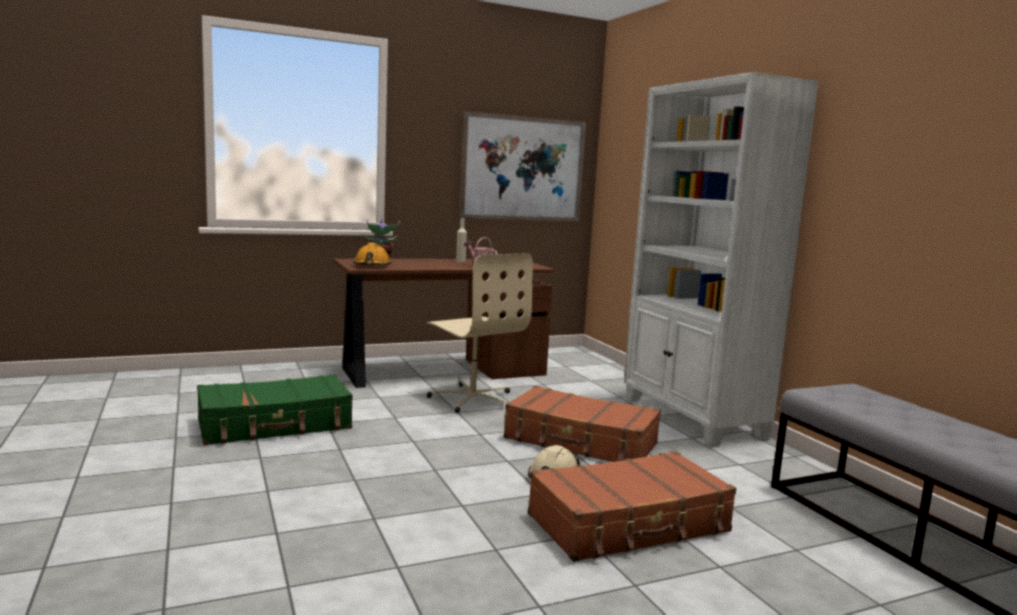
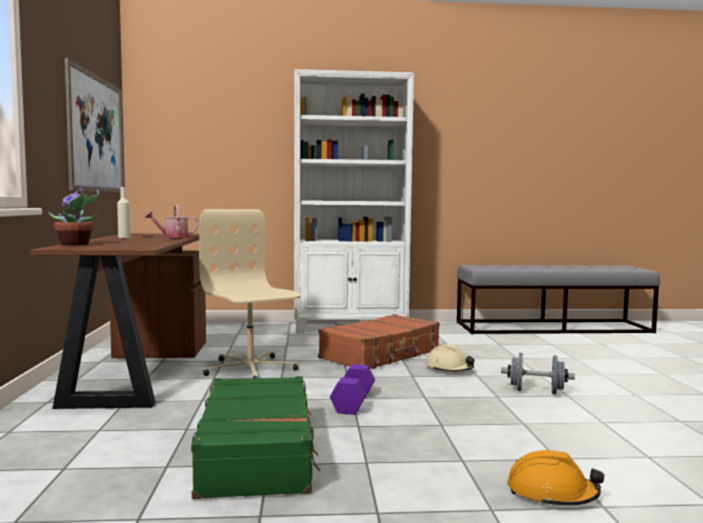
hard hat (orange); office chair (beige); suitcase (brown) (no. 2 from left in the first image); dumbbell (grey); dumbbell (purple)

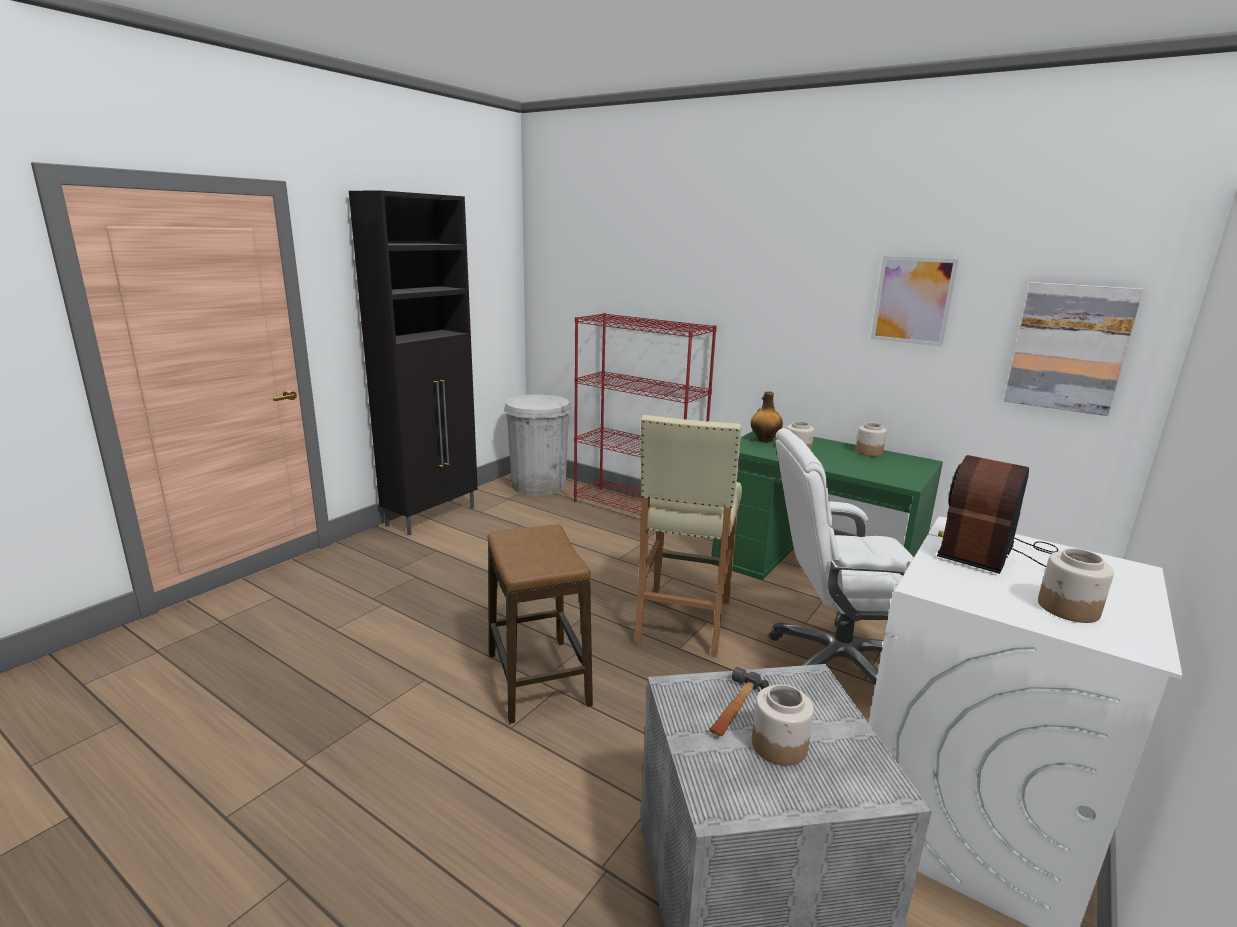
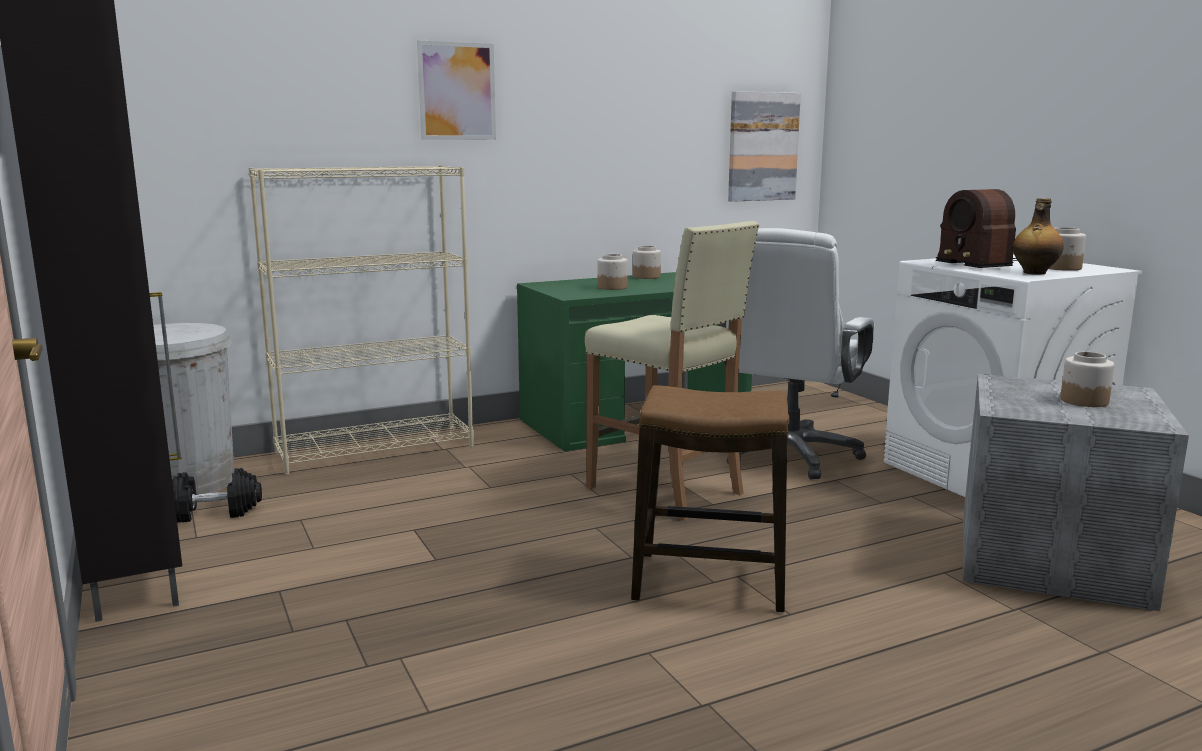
picture (no. 1 from left); bookcase (beige); bottle; hammer; dumbbell (black)

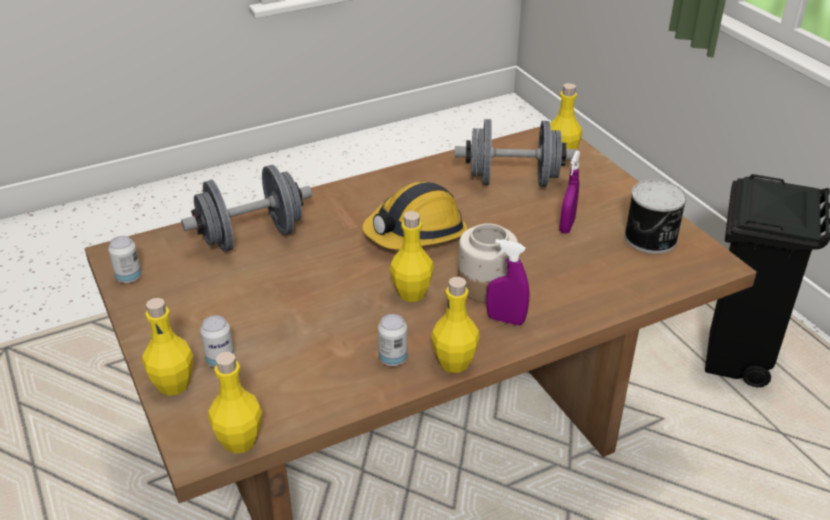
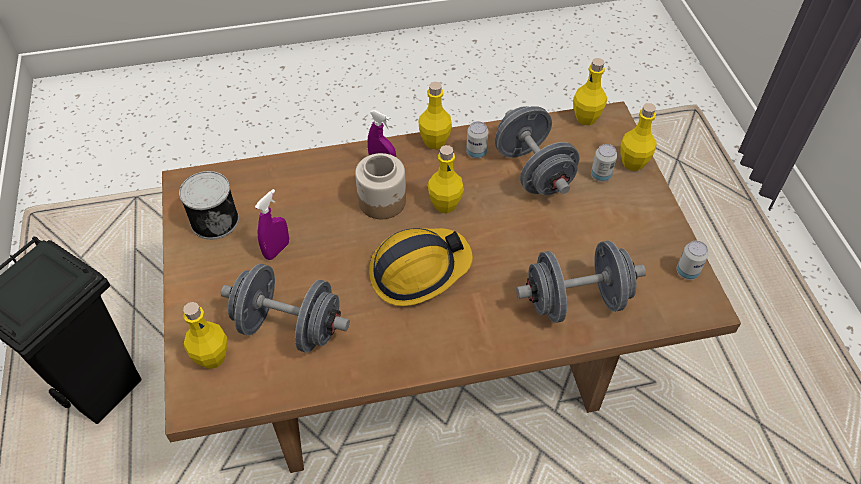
dumbbell (grey) (no. 2 from left)

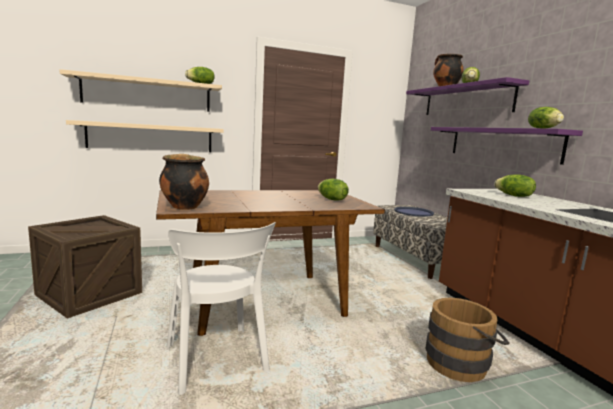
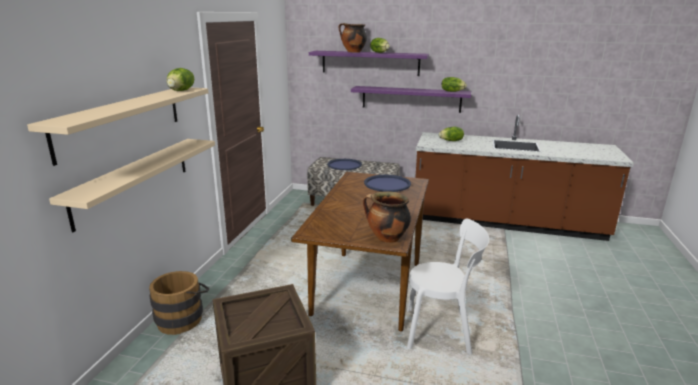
tray (blue) (no. 2 from left); bucket (brown)

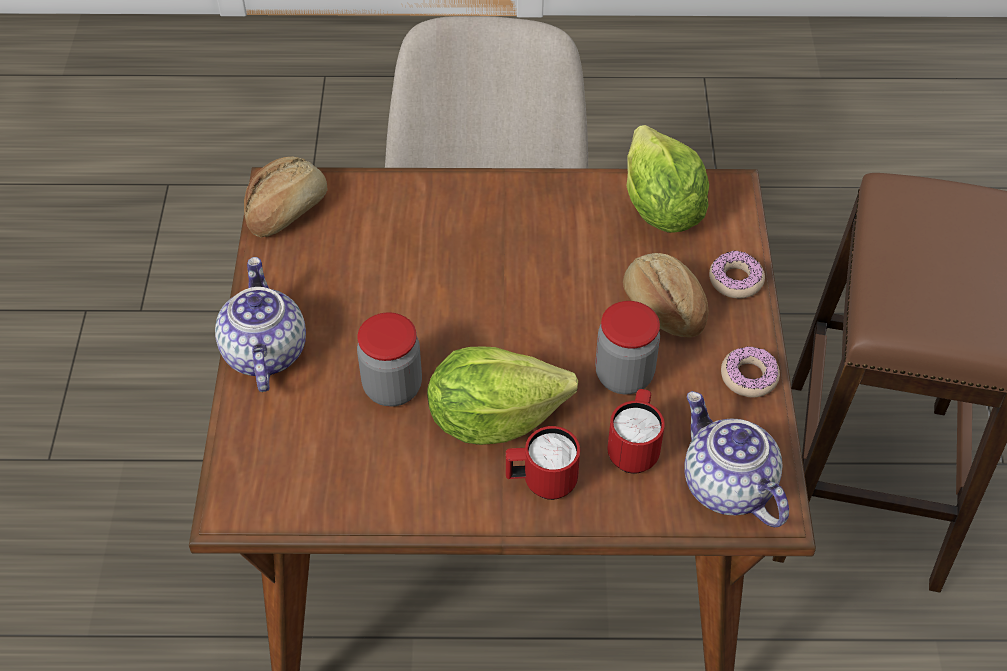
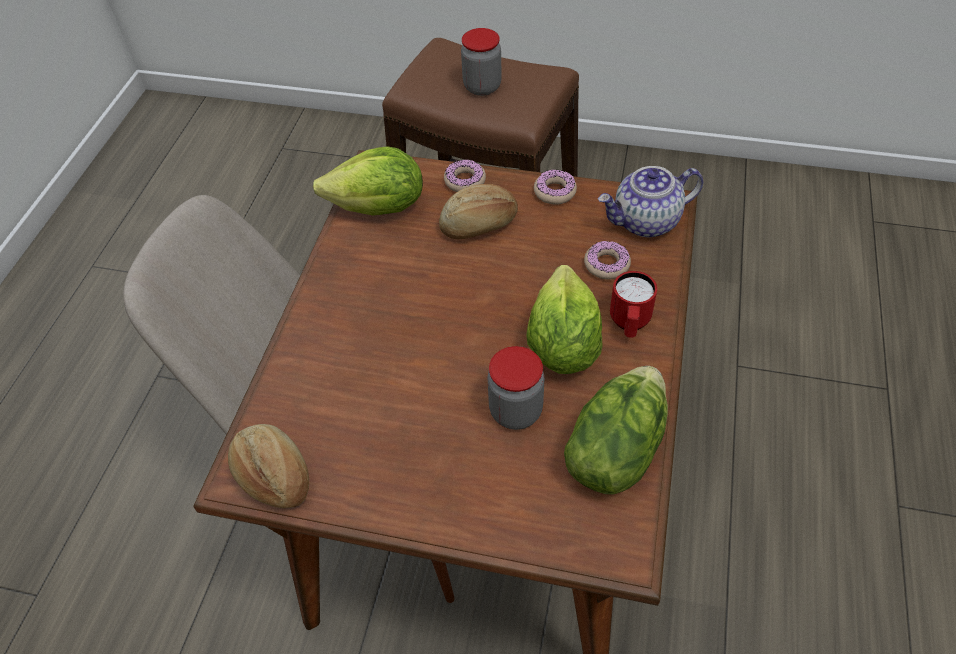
teapot (no. 1 from left in the first image); jar (no. 1 from left); donut (no. 3 from left); lettuce (no. 3 from left)

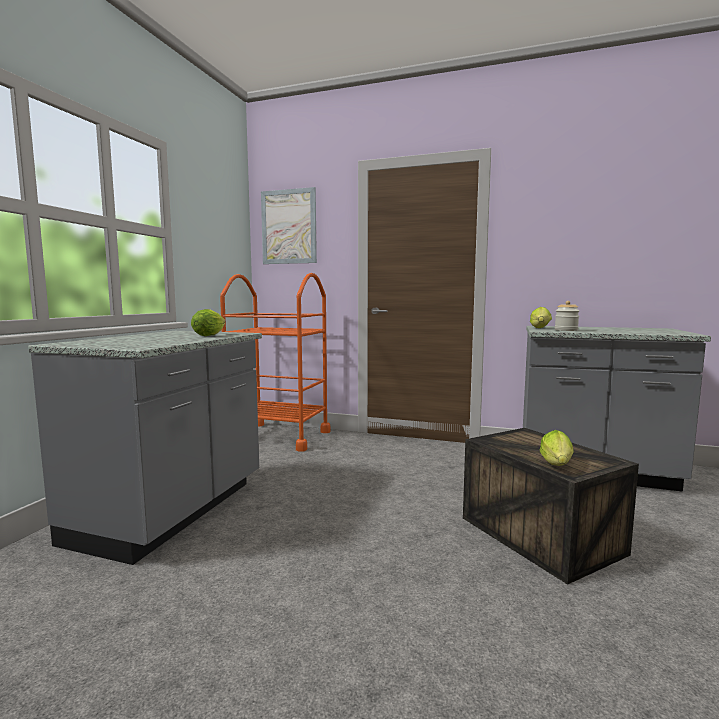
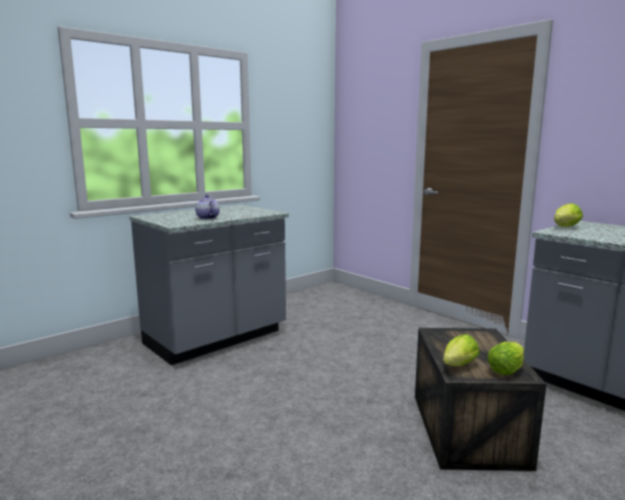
picture; cart (orange); jar; lettuce (no. 2 from left); teapot

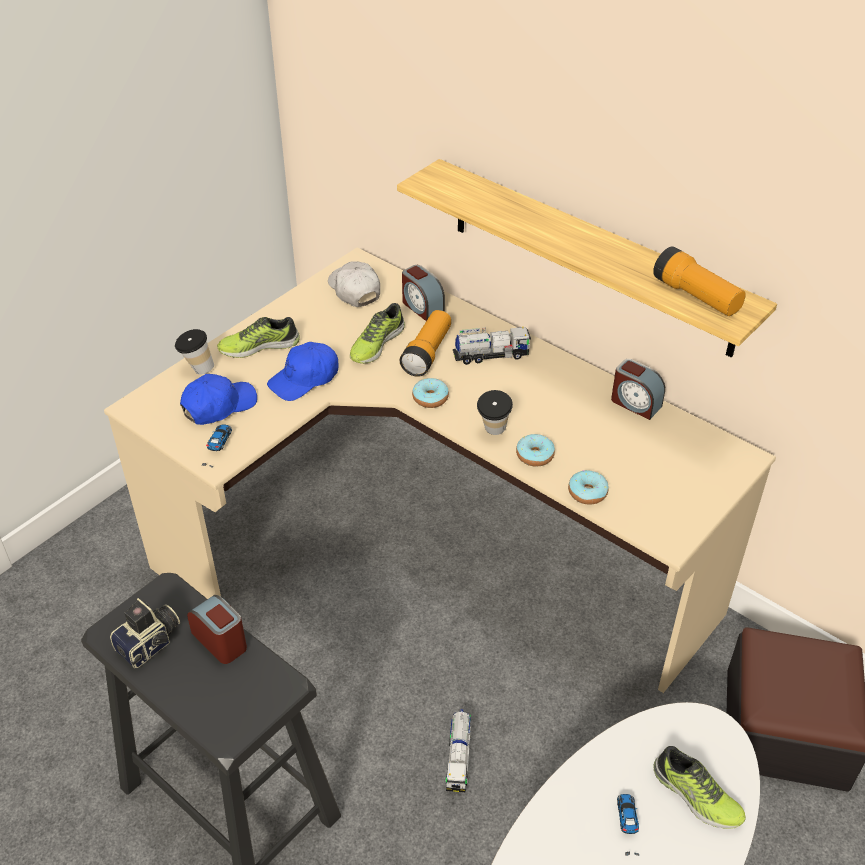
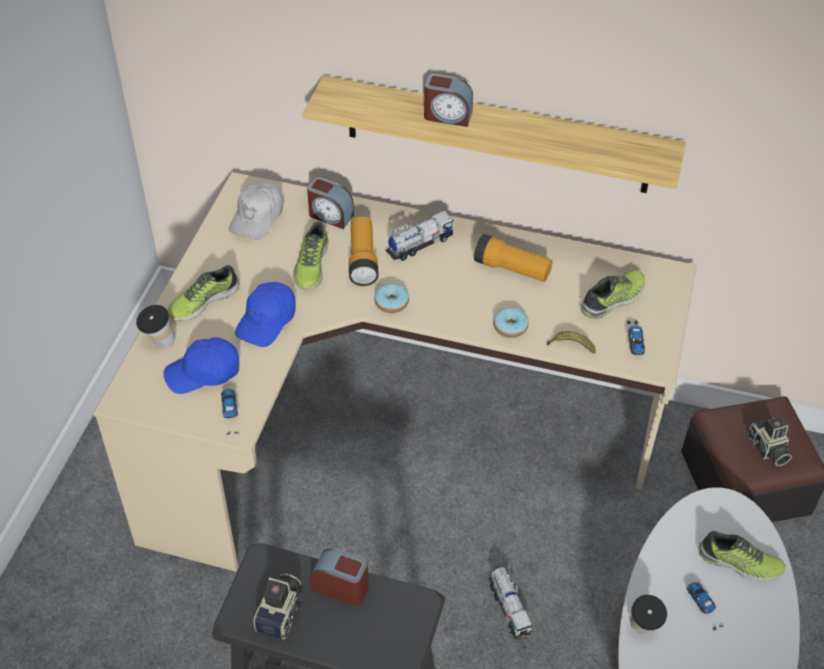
flashlight (no. 2 from left); cap (white); alarm clock (no. 3 from left); cap (blue) (no. 1 from left); cup (no. 2 from left); banana; shoe (no. 3 from left); toy car (no. 2 from left); photo camera (no. 2 from left)

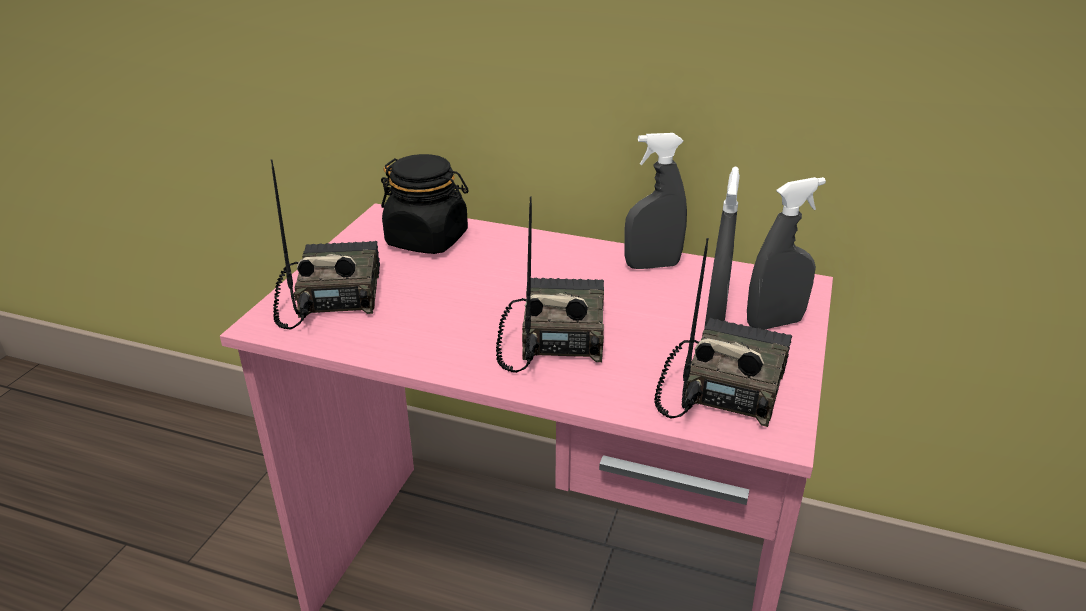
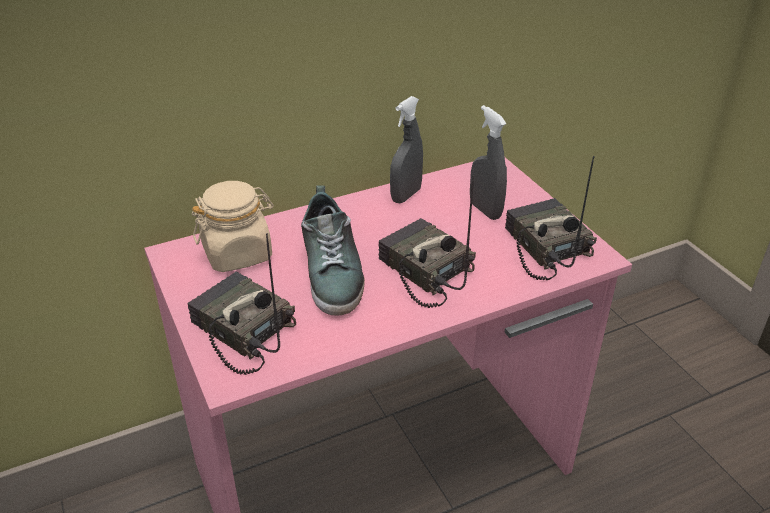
jar (beige); spray bottle (grey) (no. 3 from left in the first image); shoe

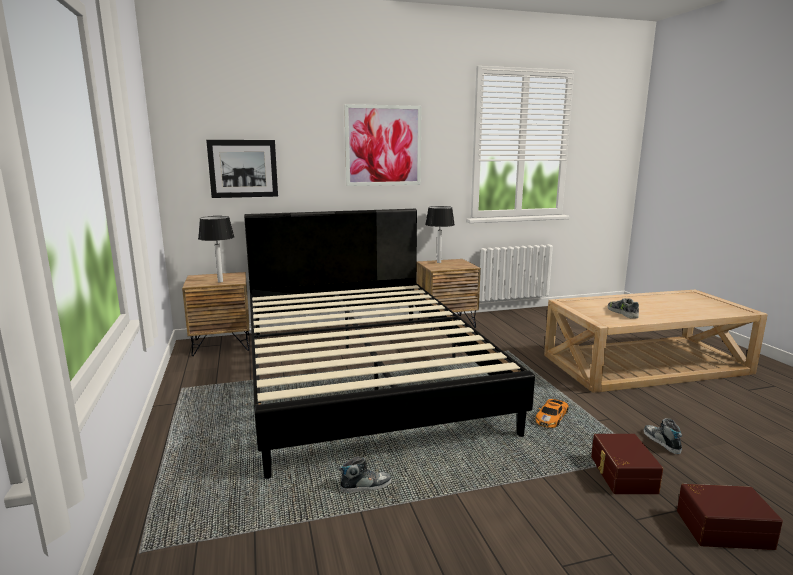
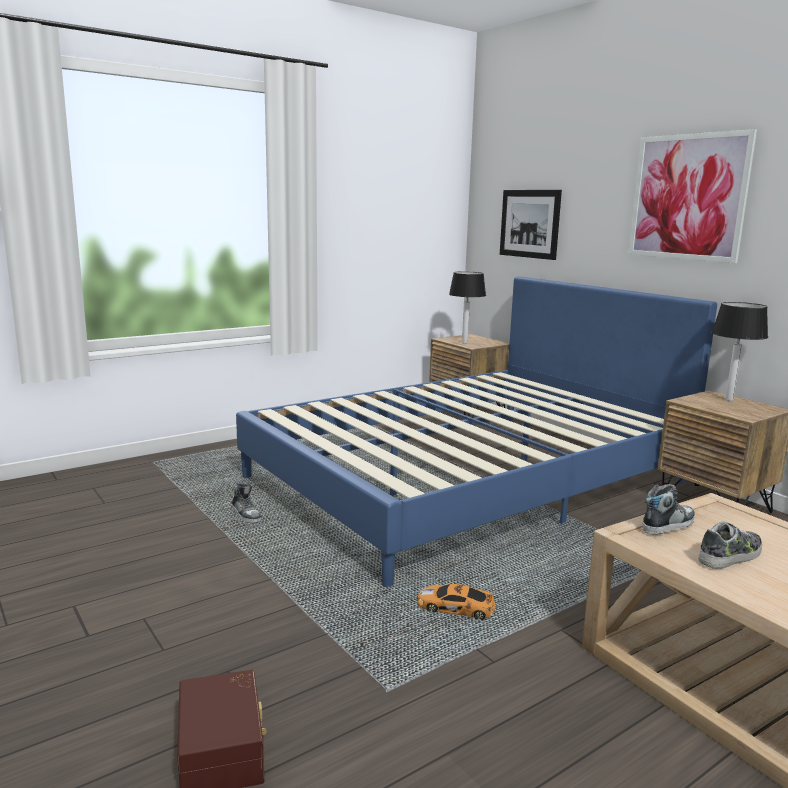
bed (blue); shoe (no. 2 from left); storage box (brown) (no. 1 from left in the first image)

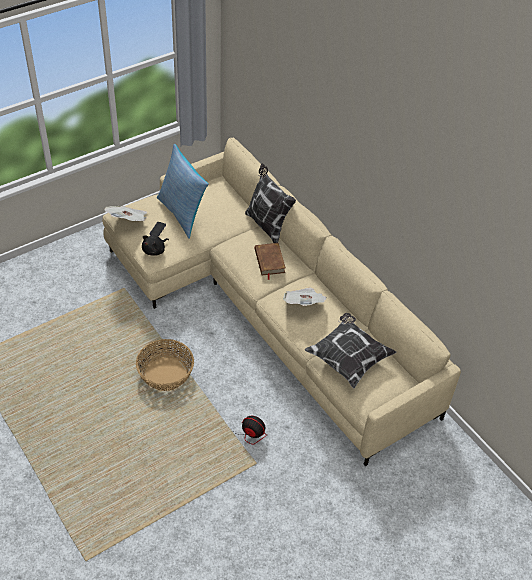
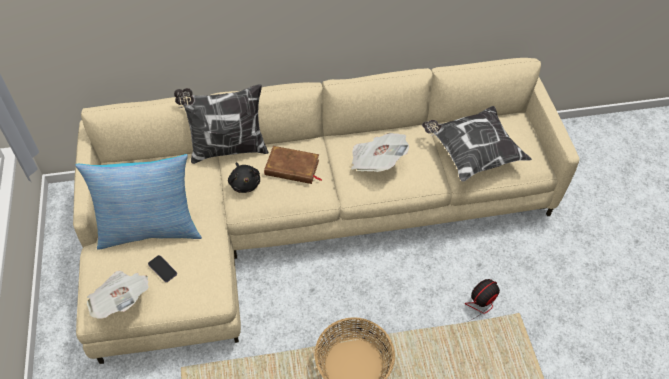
plush toy (black)

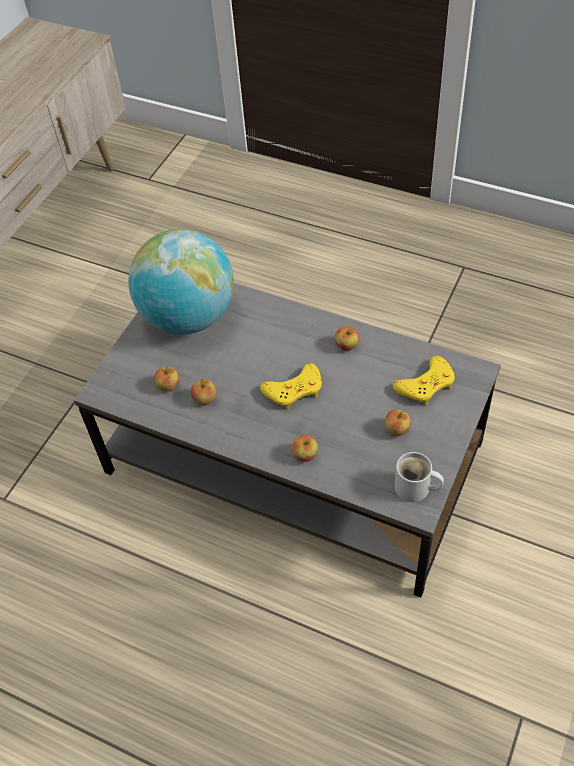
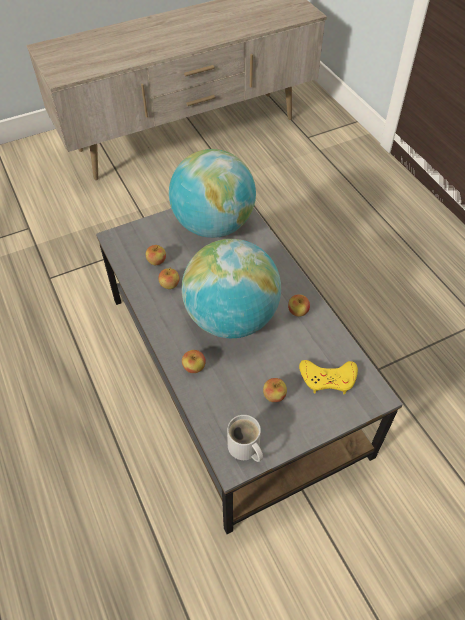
globe (no. 2 from left)

